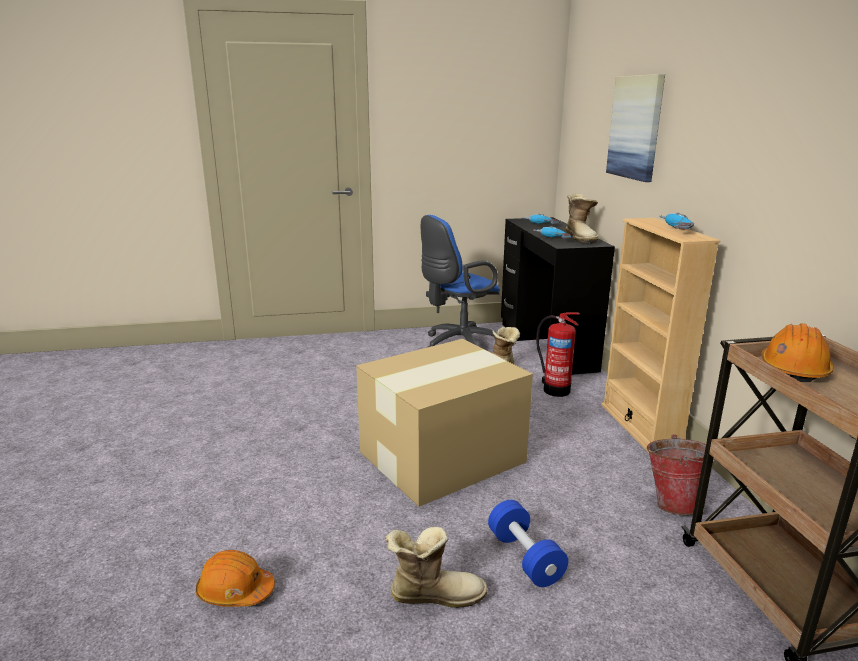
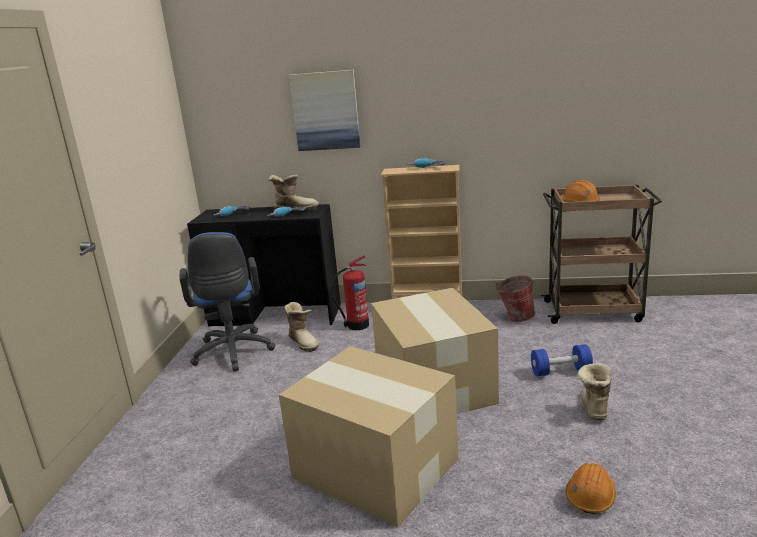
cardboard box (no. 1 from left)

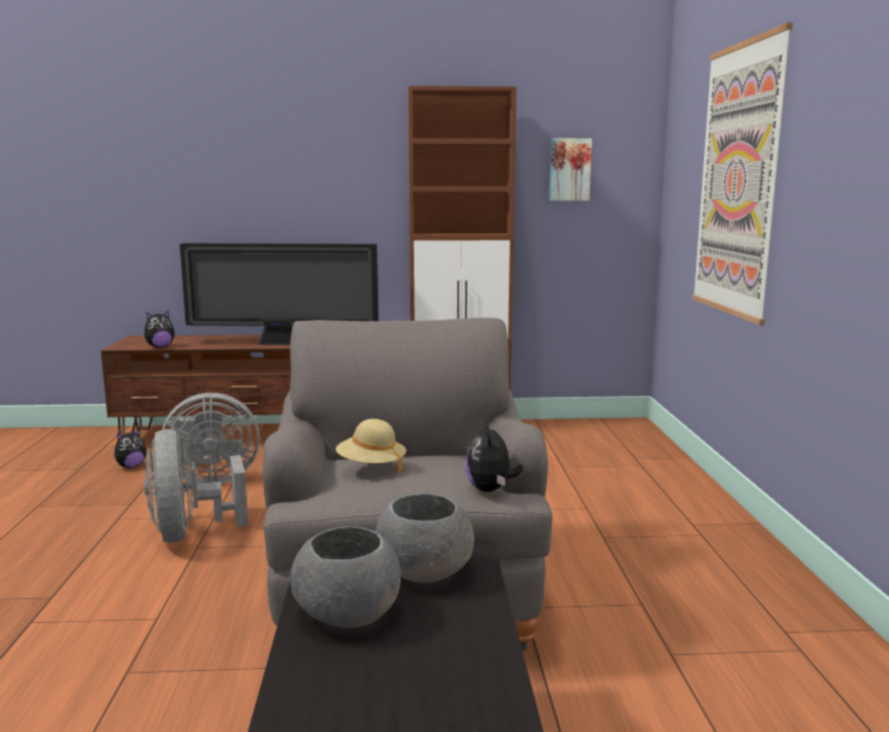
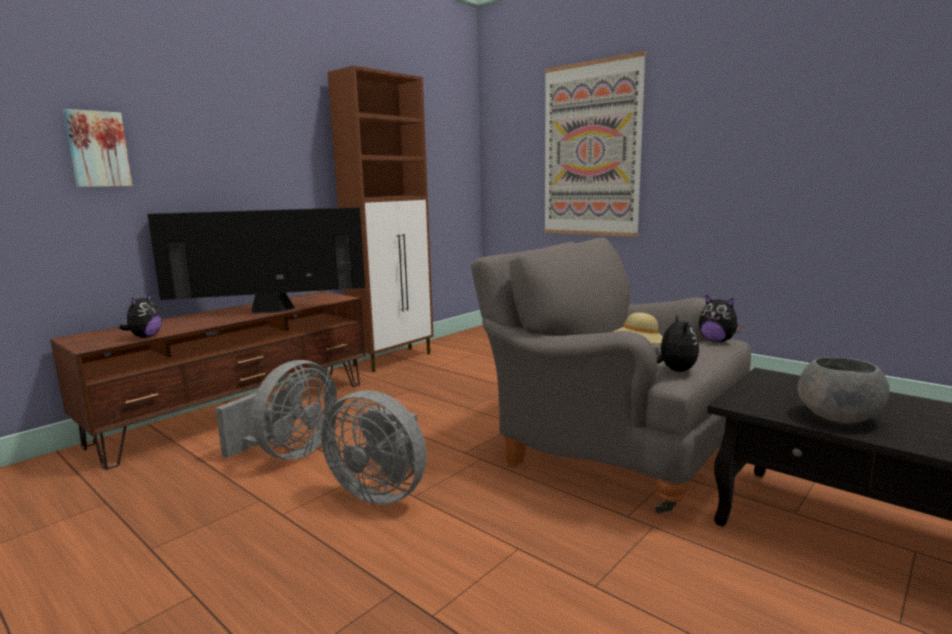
picture (no. 1 from left); television; plush toy (no. 2 from left); bowl (grey) (no. 2 from left in the first image)

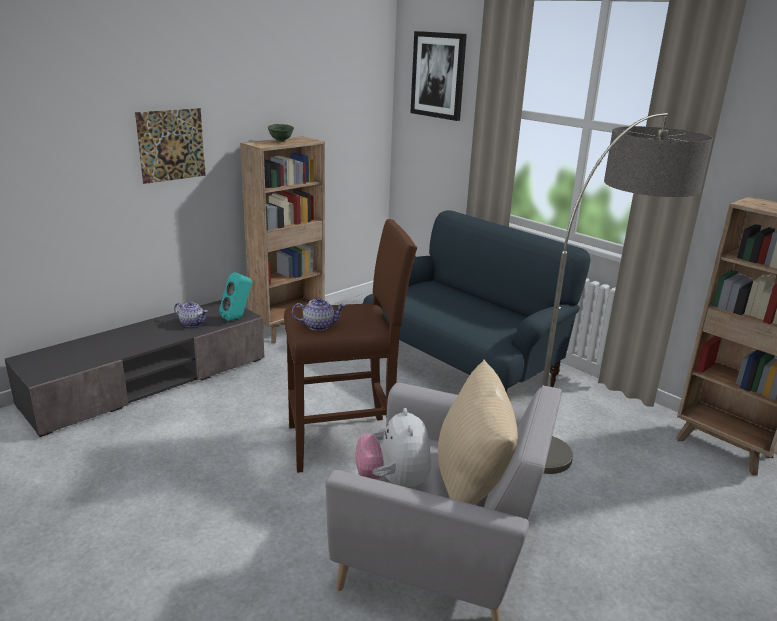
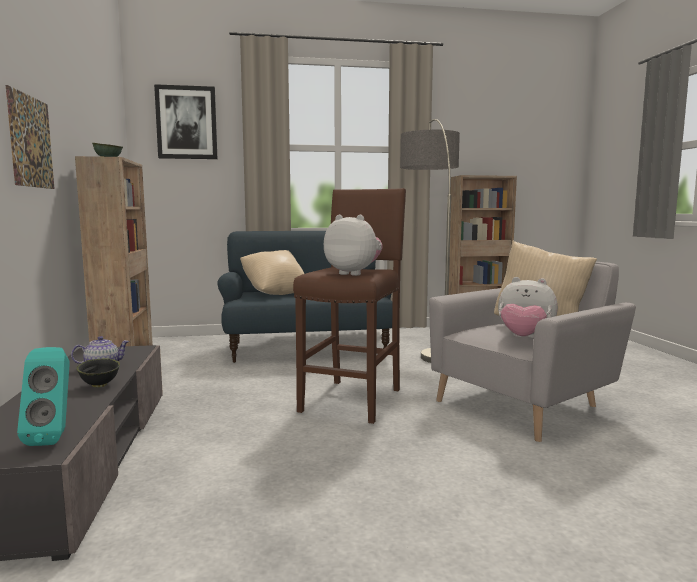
speaker (turquoise); plush toy (no. 1 from left); pillow (beige) (no. 1 from left); bowl (black)

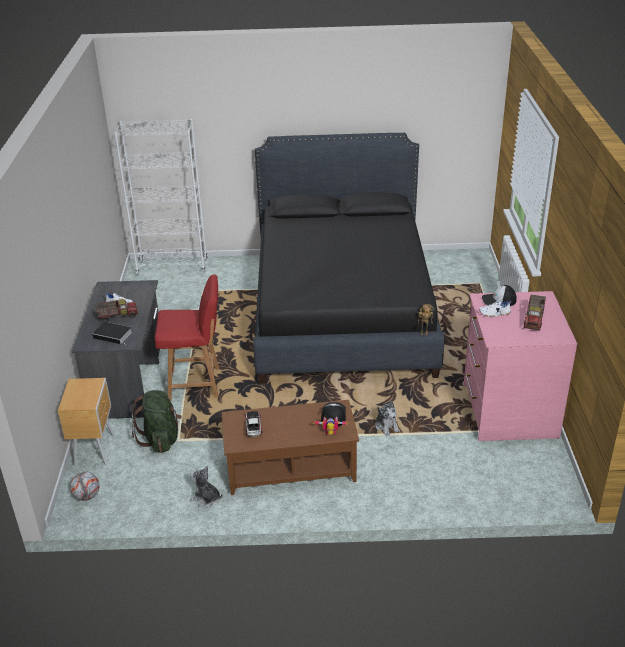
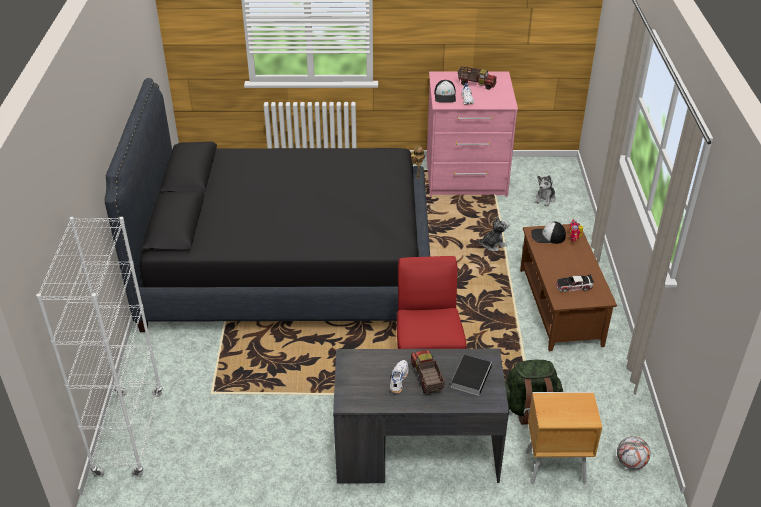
plush toy (no. 2 from left)

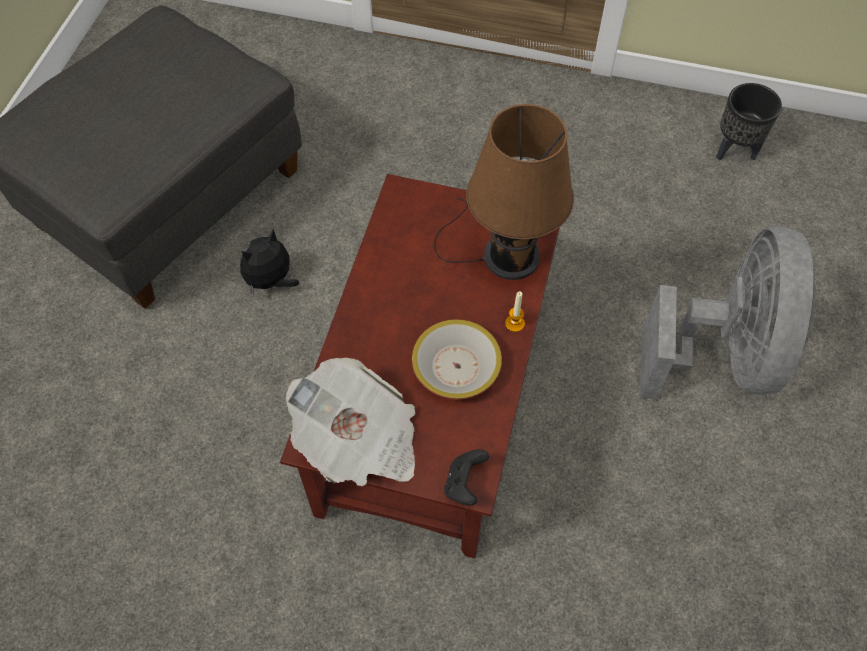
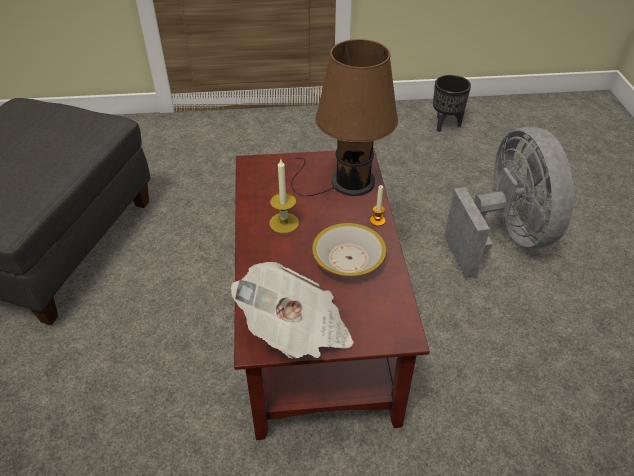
plush toy; game controller (black); candle (no. 1 from left)

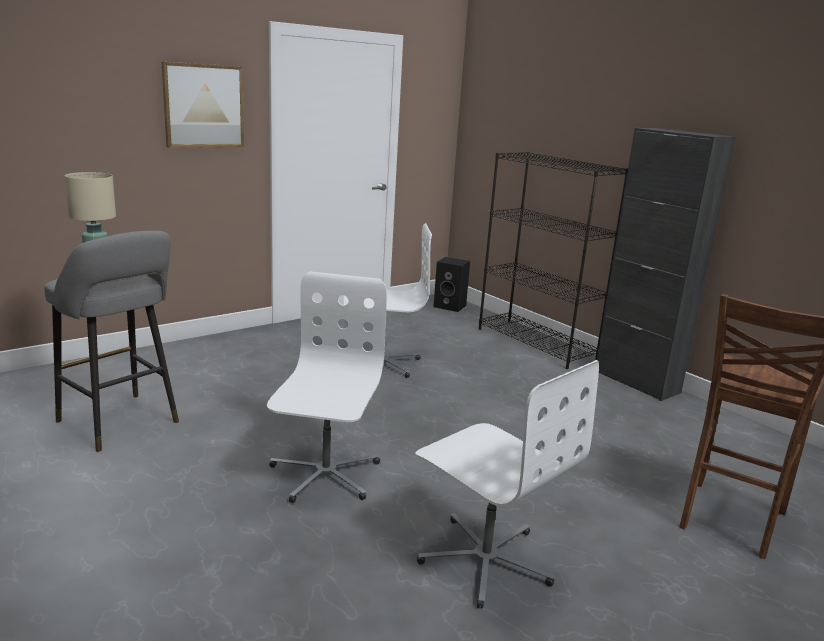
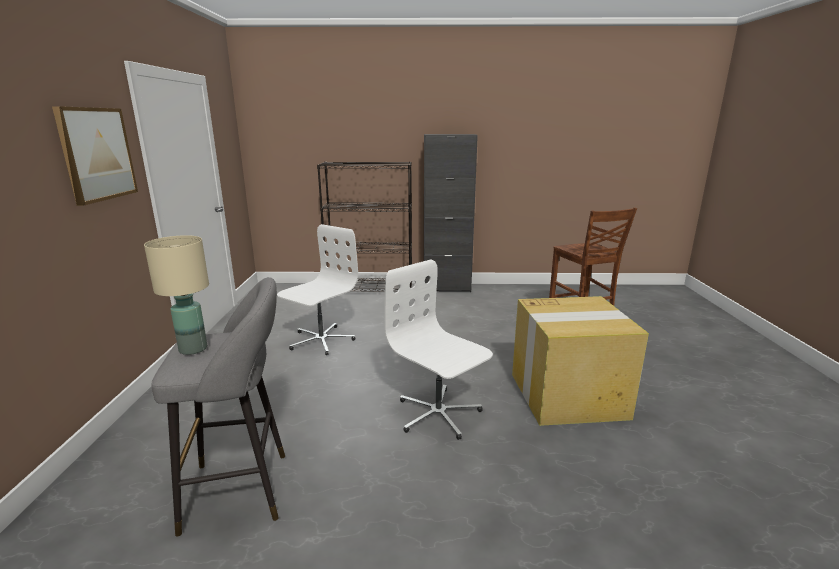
speaker (black); cardboard box

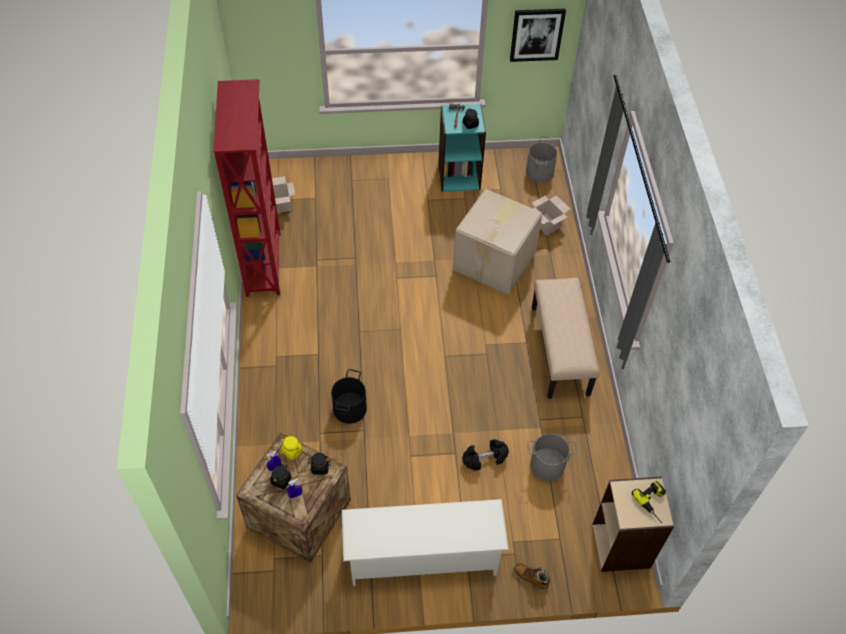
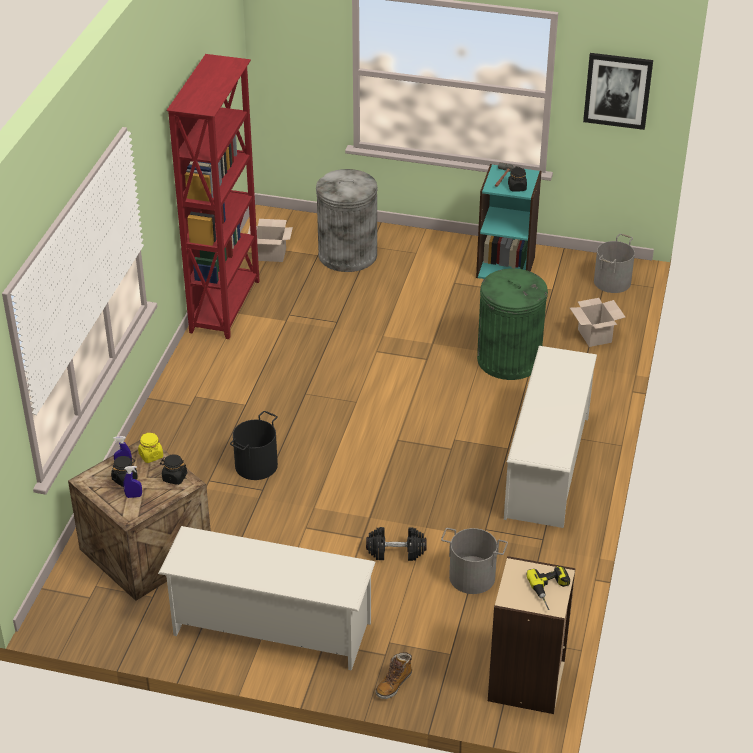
trash can (green); shoe rack (white) (no. 2 from left); boot; trash can (grey)

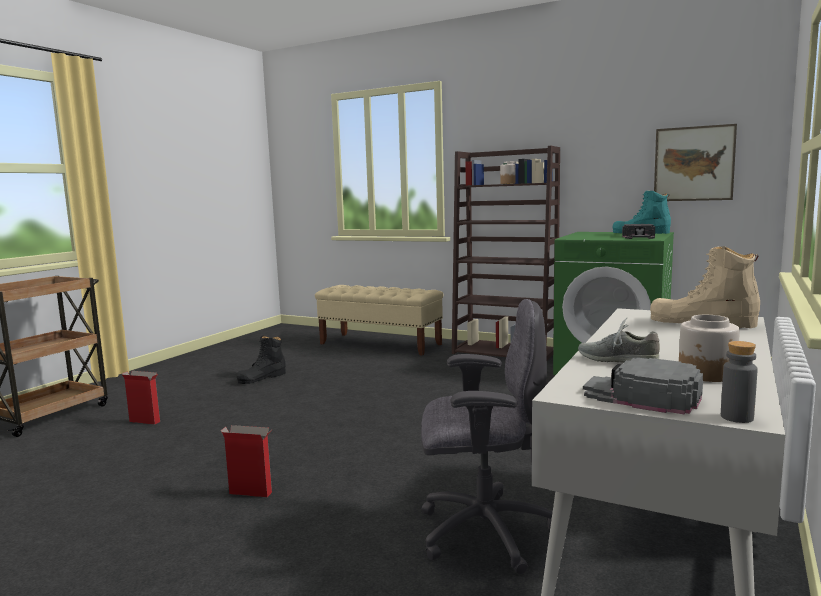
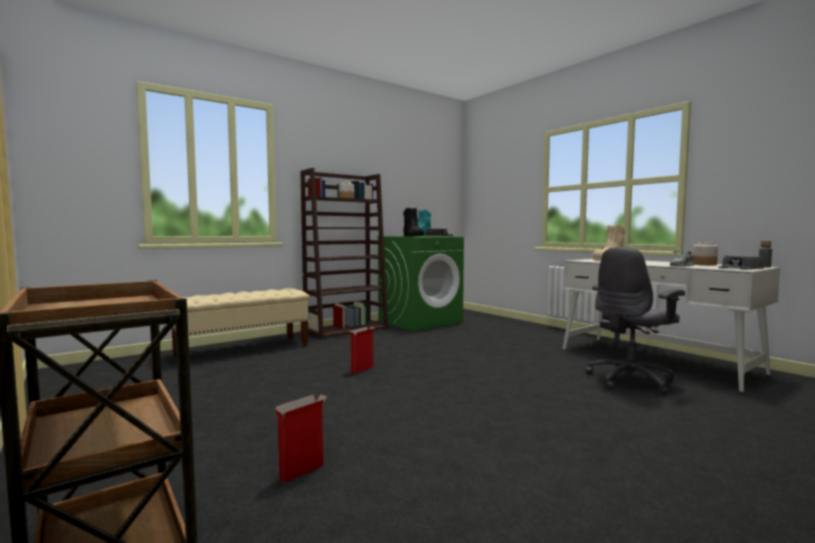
picture; office chair (grey); boot (black); cardboard box (no. 2 from left)

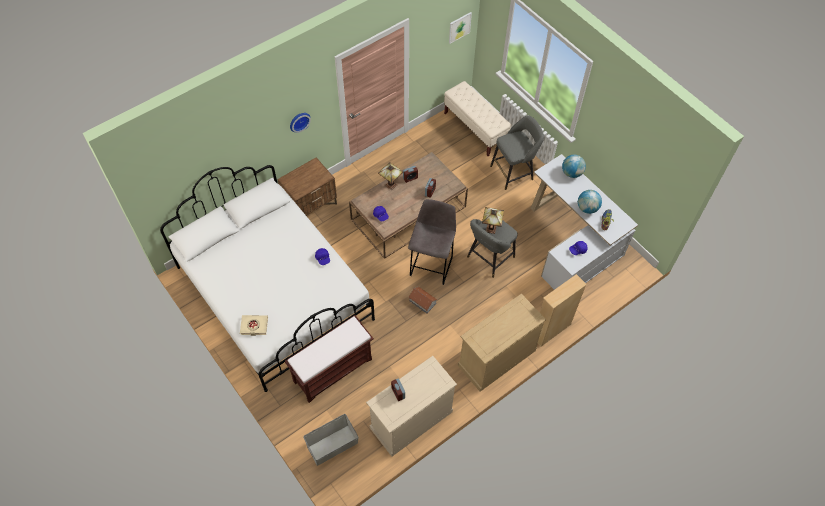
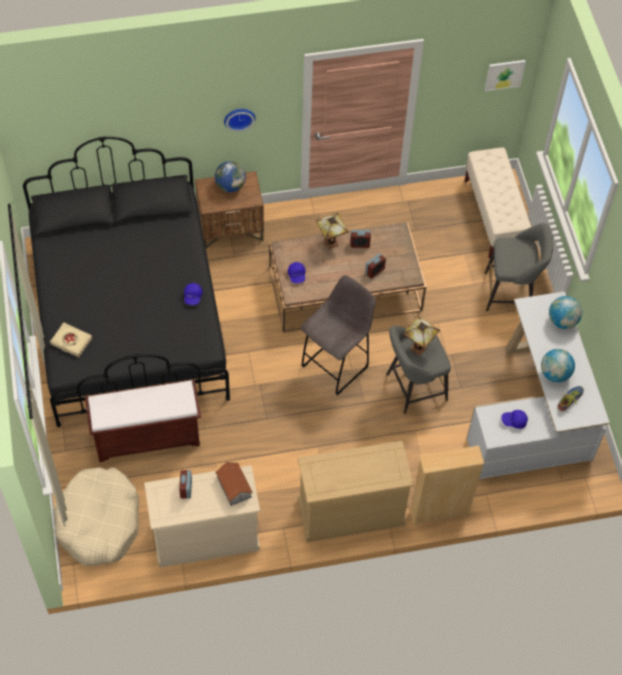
bed (black); toy house; dog bed (beige); globe (no. 1 from left)

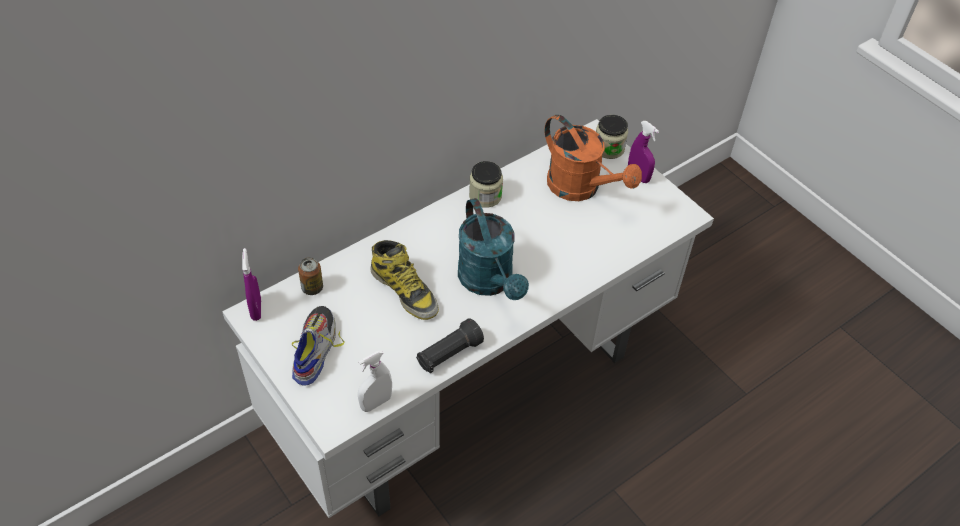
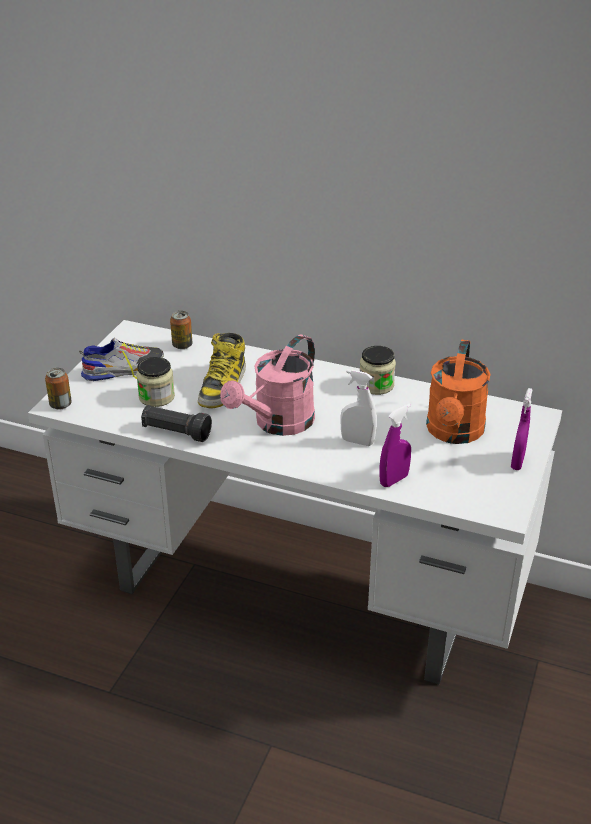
jar (no. 1 from left); watering can (pink); spray bottle (purple) (no. 1 from left); spray bottle (white); can (no. 1 from left)

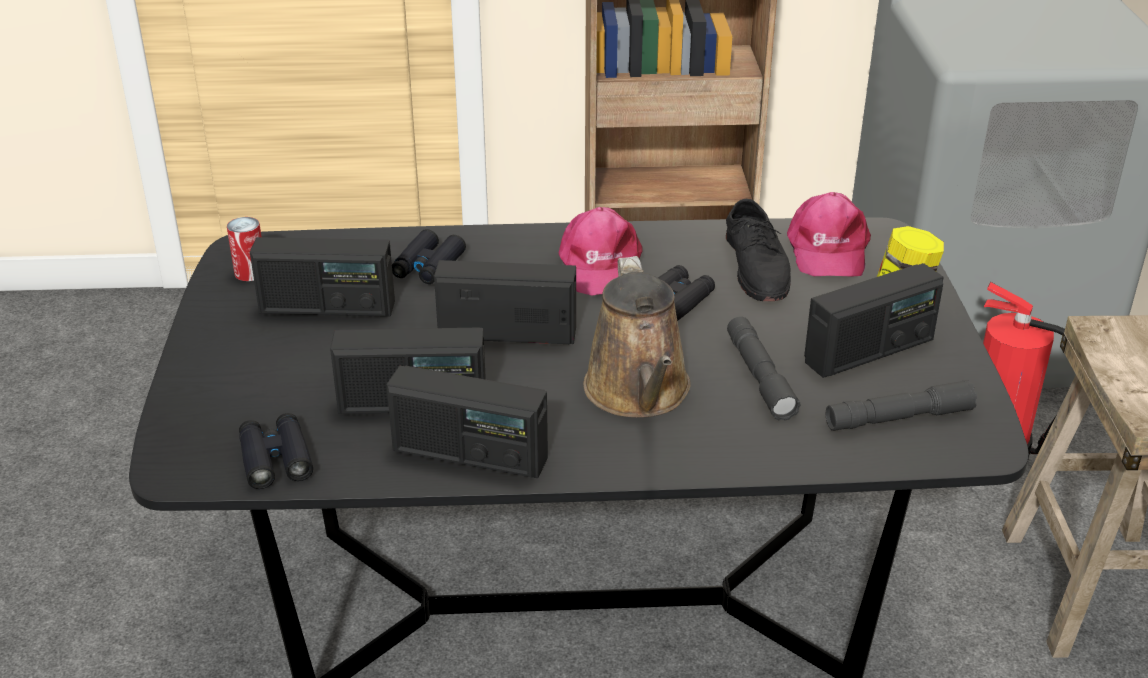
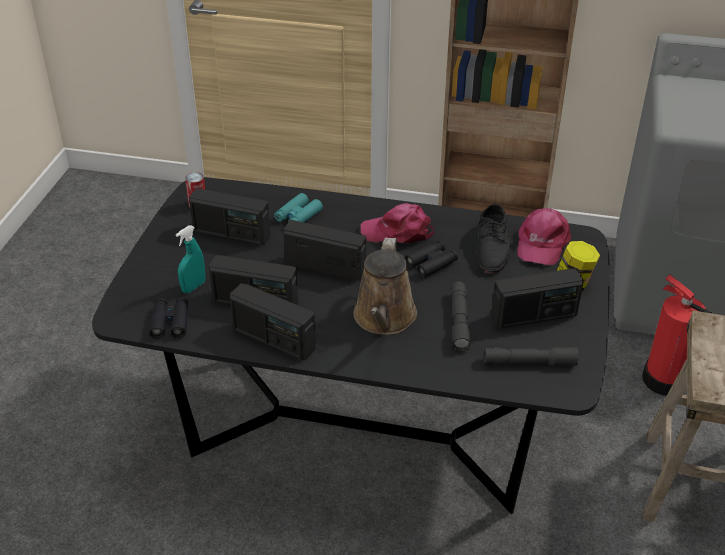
cap (pink) (no. 1 from left); binoculars (turquoise); spray bottle (turquoise)

